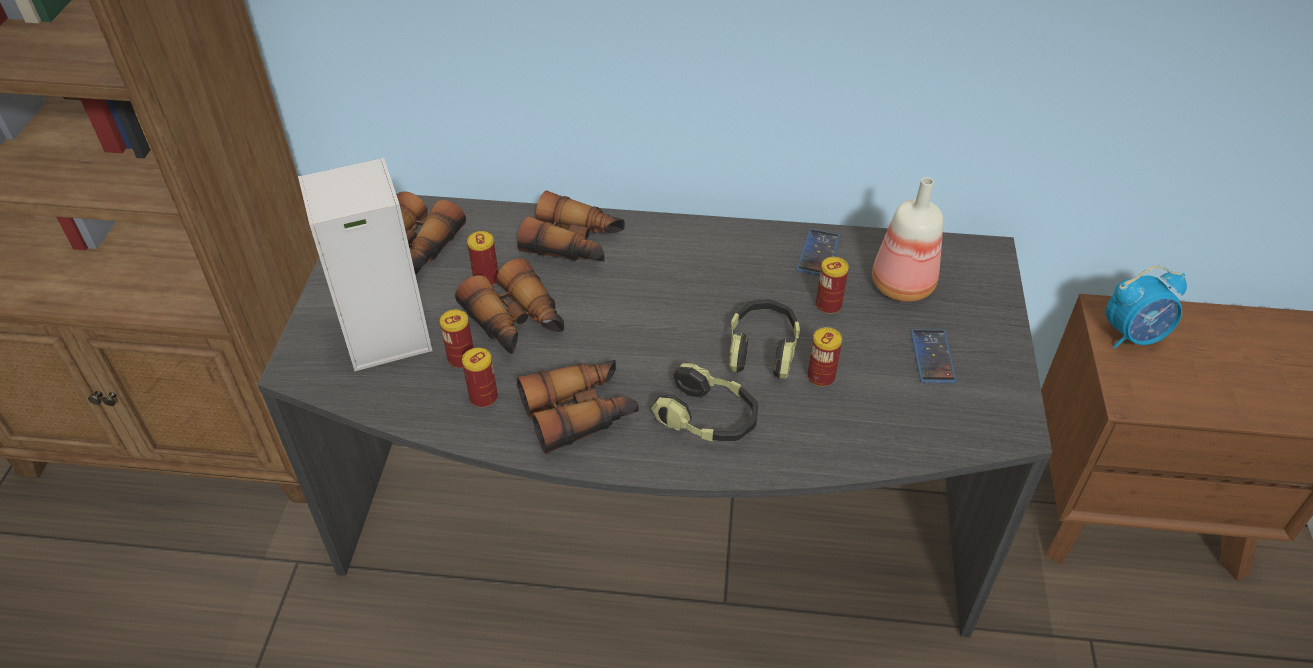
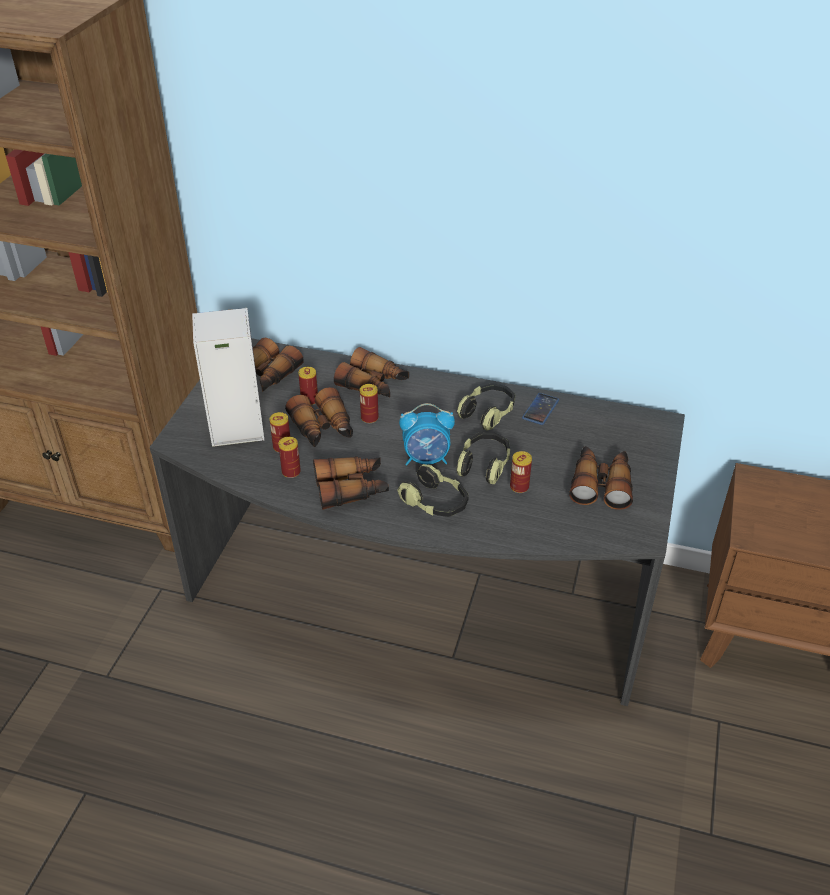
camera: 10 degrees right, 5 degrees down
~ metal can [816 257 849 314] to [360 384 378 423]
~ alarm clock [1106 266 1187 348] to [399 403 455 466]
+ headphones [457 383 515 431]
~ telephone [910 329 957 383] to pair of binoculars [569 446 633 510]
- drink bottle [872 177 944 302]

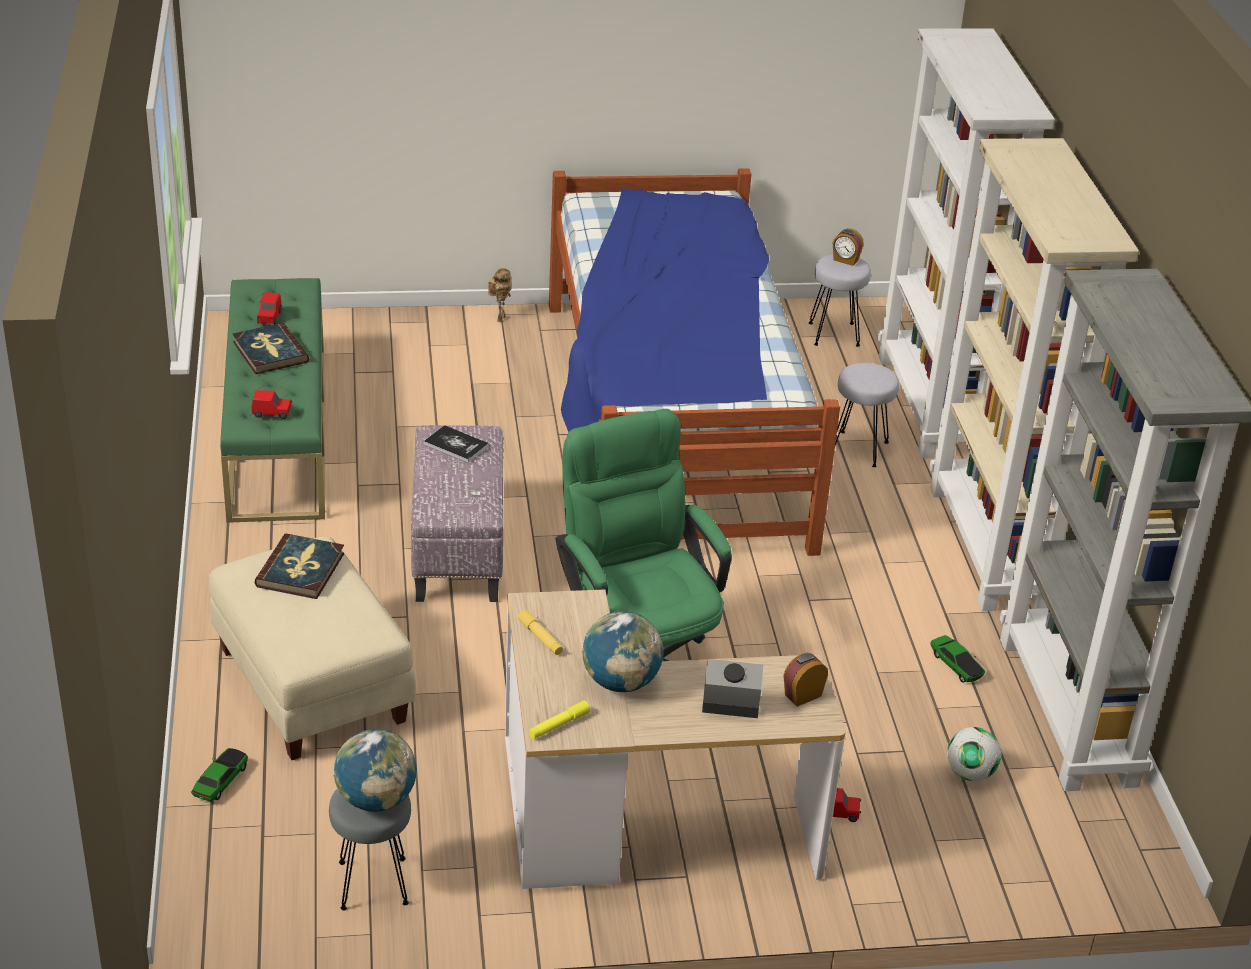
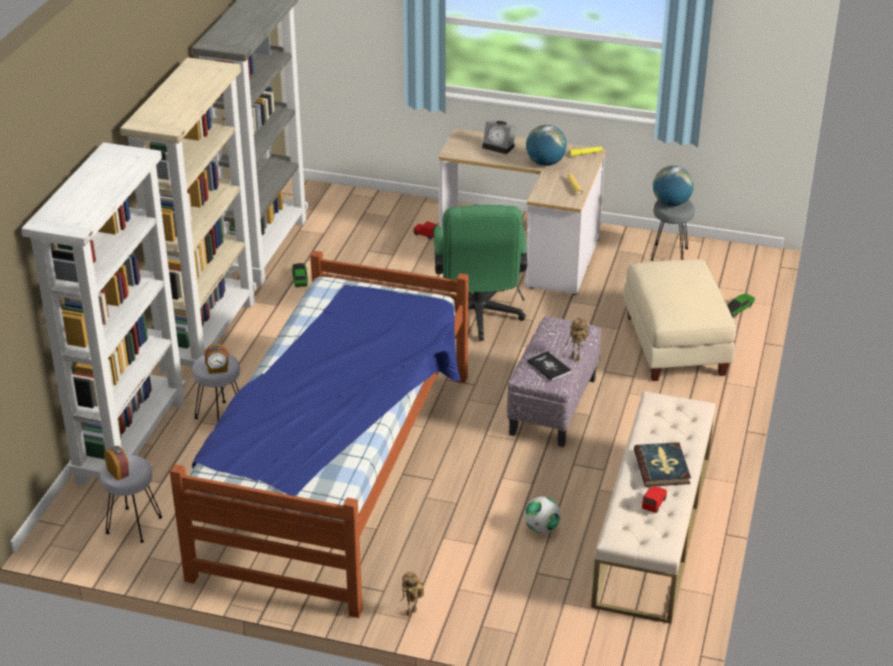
camera: 155 degrees left, 0 degrees up
~ alarm clock [783 653 828 707] to [204 344 229 374]
~ football [947 727 1001 781] to [524 496 561 534]
+ robot figure [566 318 589 361]
~ indoor bench (green-coloured) [220 278 325 523] to indoor bench (beige-coloured) [591 391 715 624]
- toy car (reddish) [252 390 292 419]
- volume [255 534 344 599]

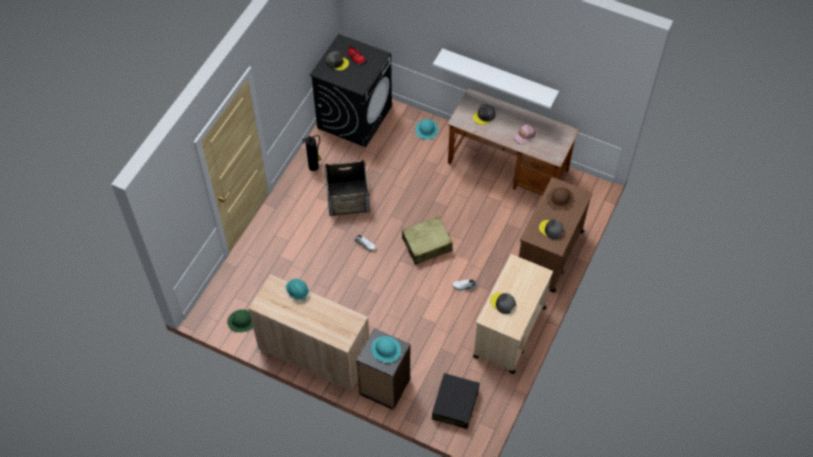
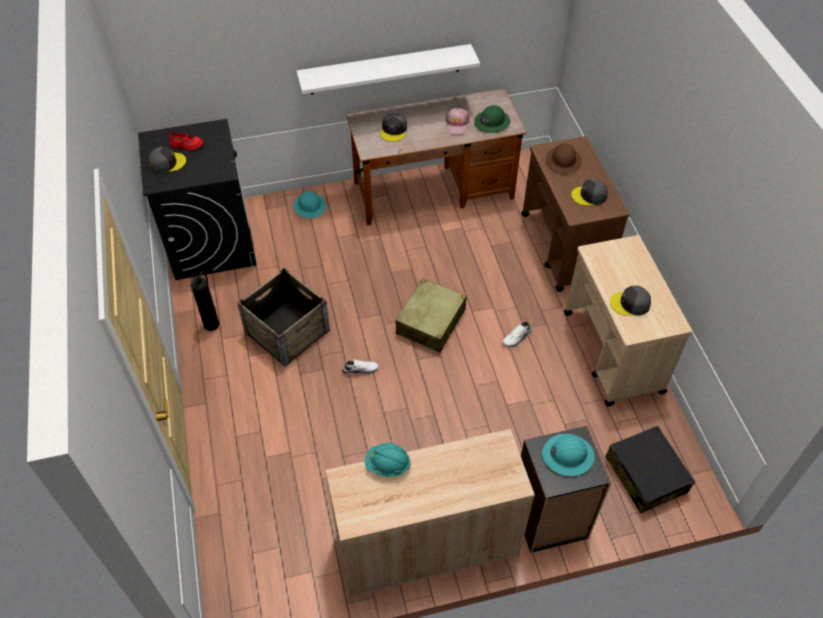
camera: 40 degrees left, 5 degrees down
~ hard hat (green-coloured) [227 309 253 332] to [474 105 510 133]

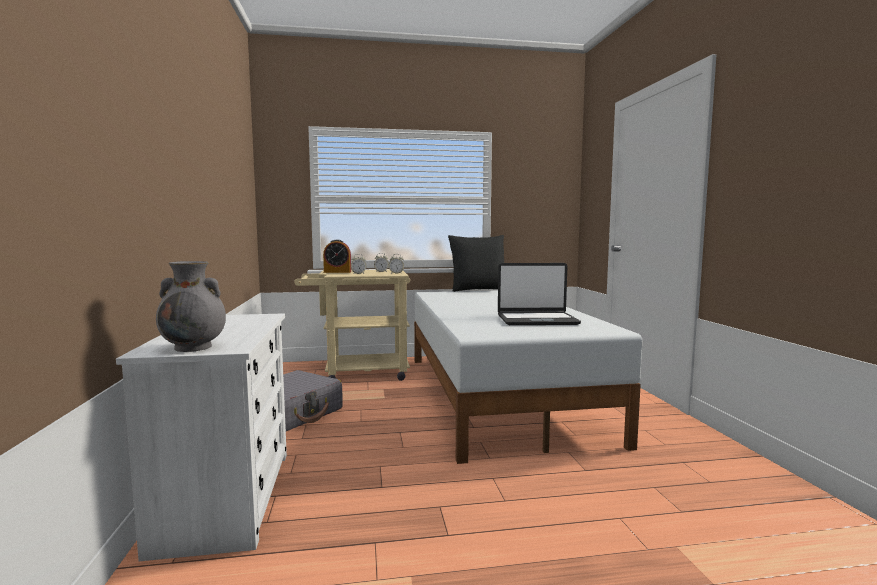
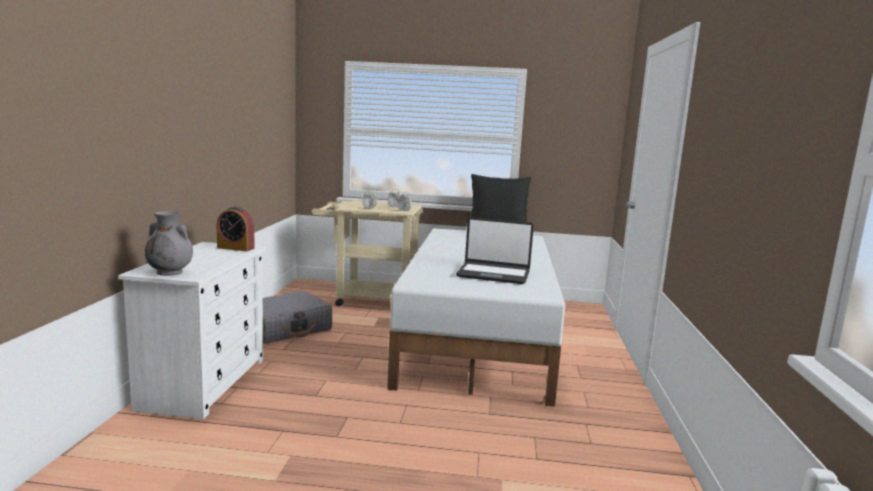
camera: 15 degrees right, 5 degrees up
~ alarm clock [323 240 351 273] to [216 206 255 251]

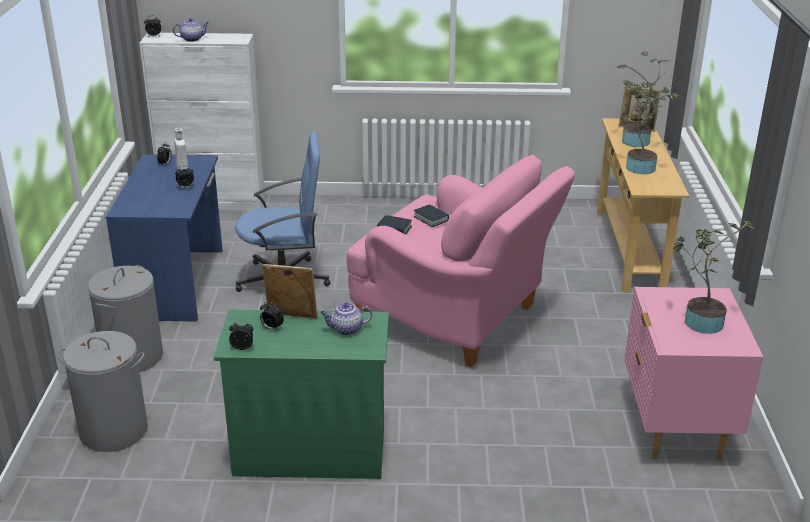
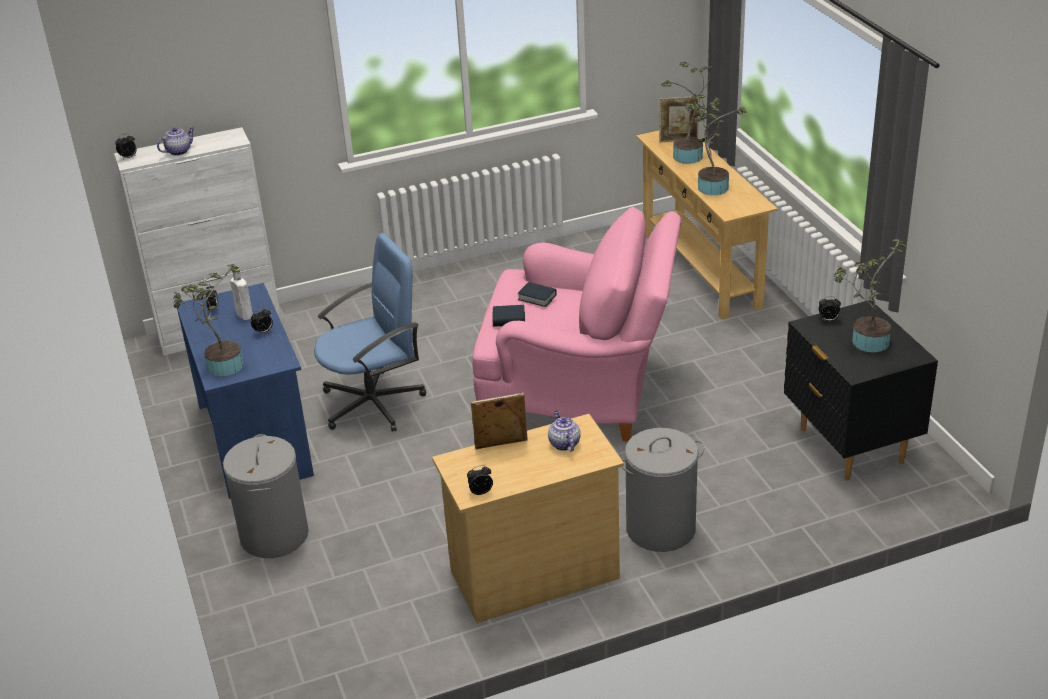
camera: 20 degrees left, 5 degrees up
+ houseplant [173 264 244 376]
~ chest of drawers (green-coloured) [214 310 389 479] to chest of drawers (beige-coloured) [432 414 624 623]
~ pot for tea [320 303 372 335] = [548 410 581 452] 105 degrees clockwise
~ laundry basket (grey) [58 331 148 452] to [622 428 704 552]
~ night table (pink) [624 287 763 460] to night table (black) [784 300 938 481]
~ alarm clock [260 302 284 330] to [819 296 841 321]

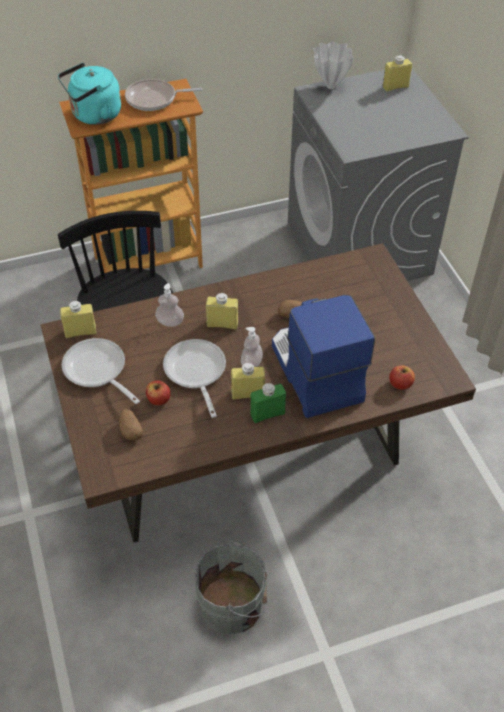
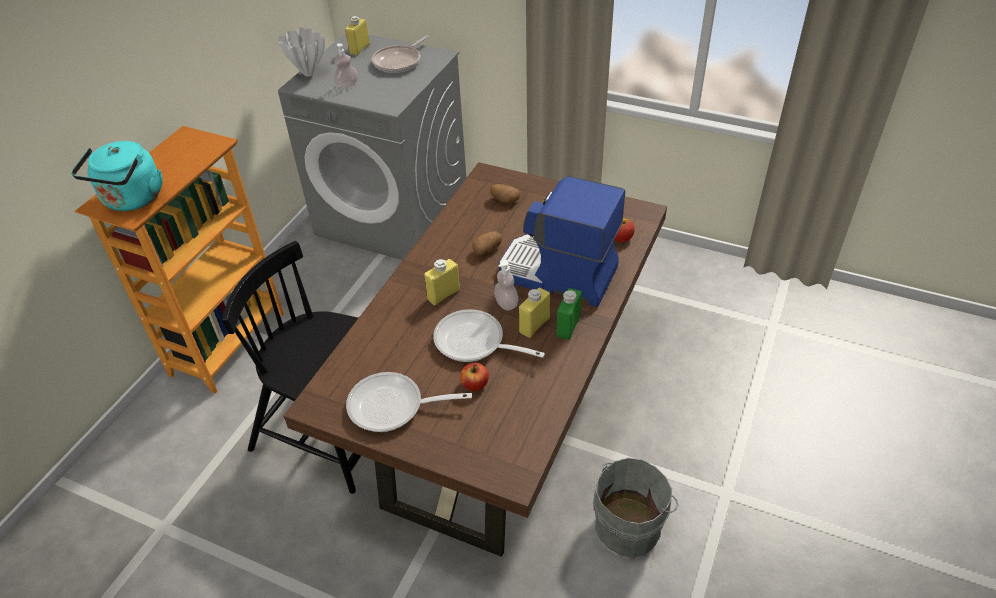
camera: 45 degrees left, 5 degrees down
~ liquid soap bottle [155 283 184 327] to [334 43 358 89]
~ pan [125 79 203 111] to [372 35 429 73]
~ whole potato [119 409 143 441] to [490 184 520 203]
- drink bottle (yellow) [60 301 96 338]

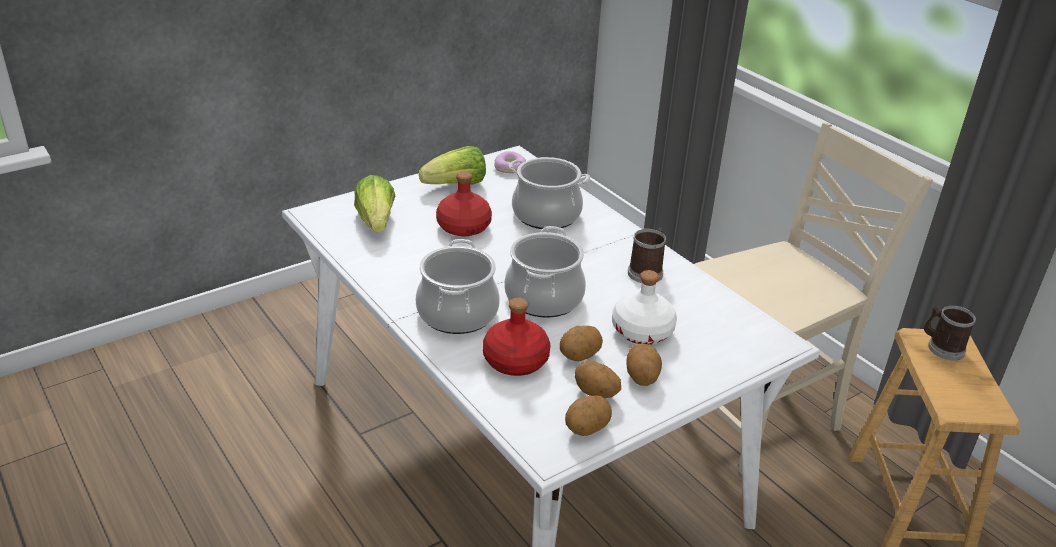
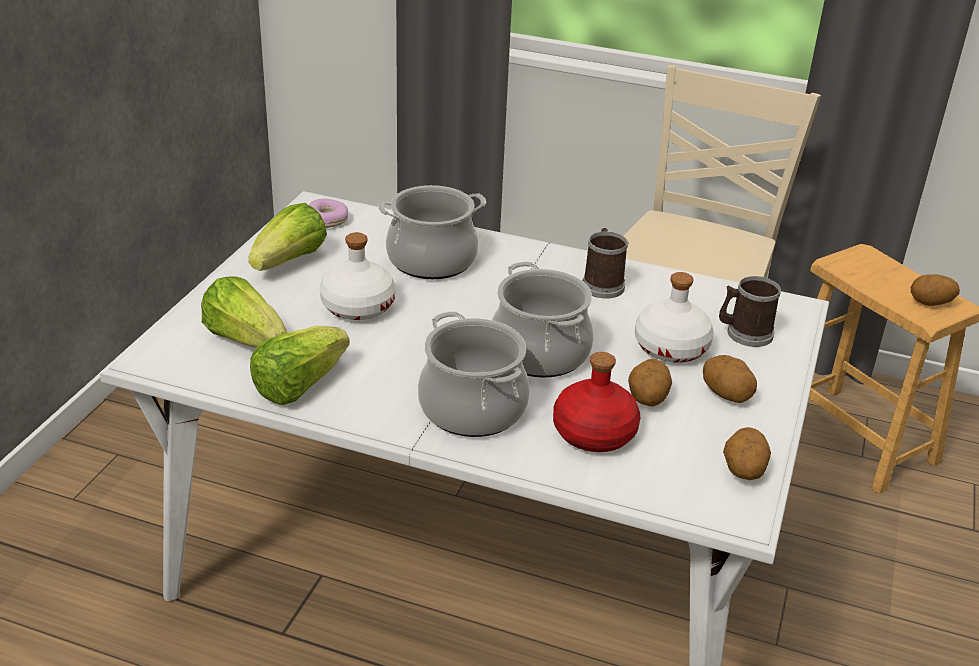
camera: 35 degrees left, 0 degrees up
+ lettuce head [250 326 350 405]
~ drink bottle (reddish) [436 171 492 236] to drink bottle (whitish) [320 232 396 320]
~ tea mug [924 306 976 360] to [719 276 781 347]
~ whole potato [575 361 621 398] to [911 274 960 306]

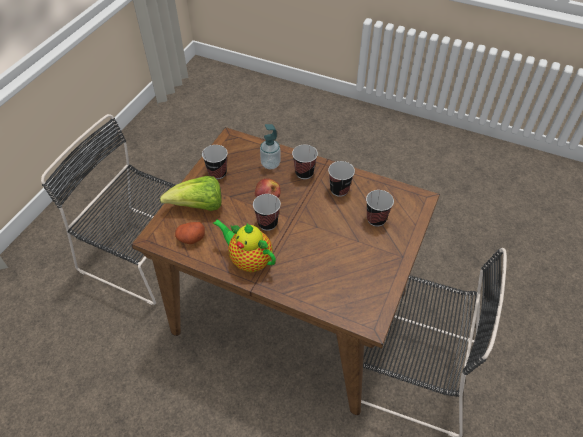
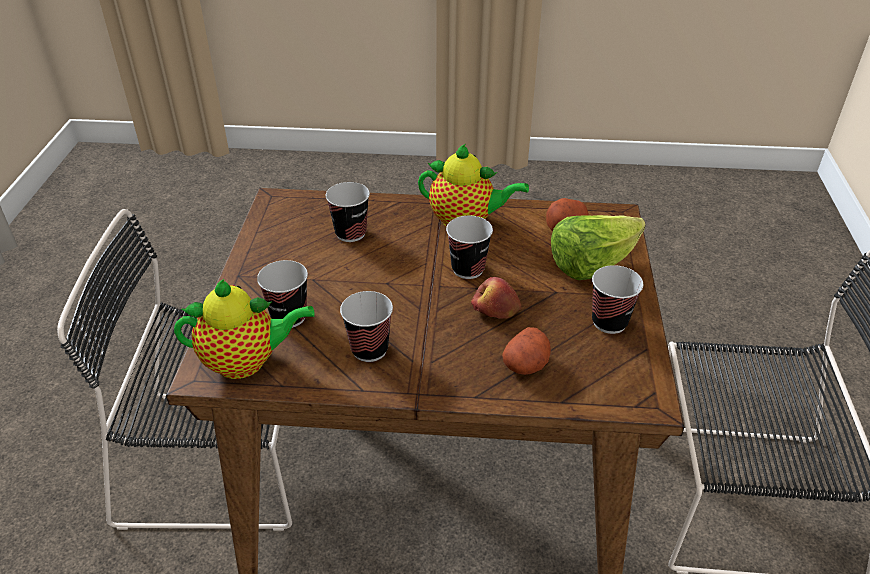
camera: 160 degrees right, 10 degrees down
+ pot for tea [174 279 315 379]
~ drinking cup [292 145 318 179] to [326 182 370 242]
~ liquid soap bottle [260 124 281 170] to whole potato [502 327 551 375]

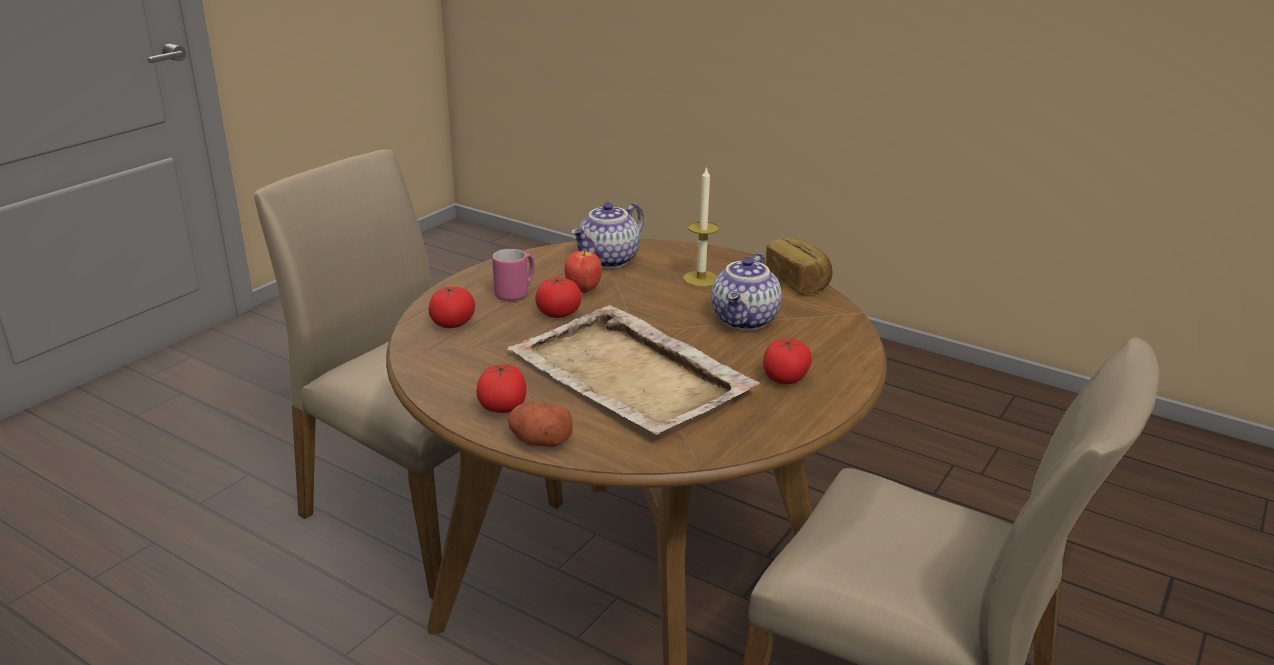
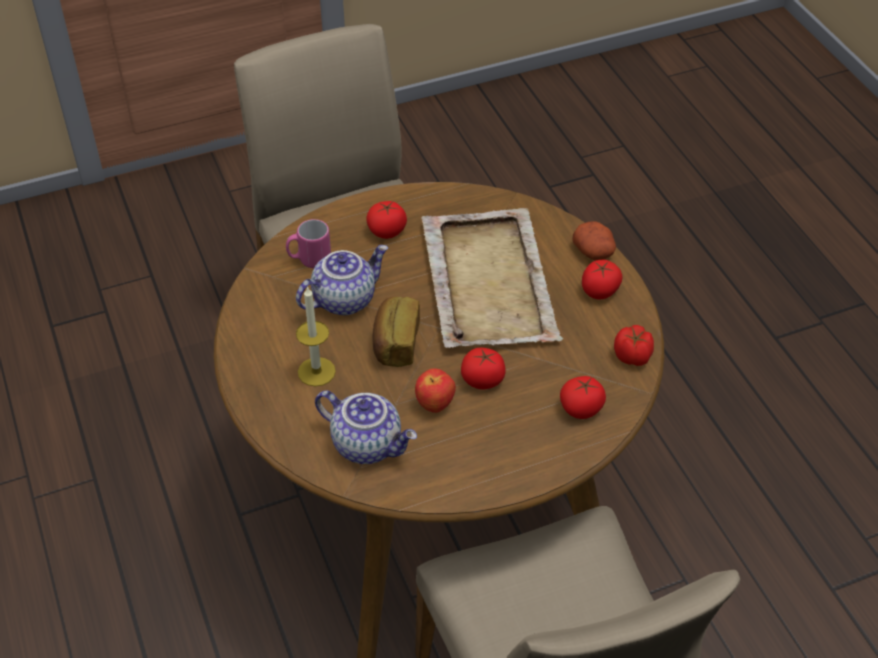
camera: 145 degrees left, 20 degrees up
~ tea mug (pink) [492 249 535 301] to [286 219 331 268]
~ pot for tea [571 202 644 269] = [315 390 417 464] 45 degrees clockwise
~ baked bread [766 238 833 294] to [373 297 420 367]
+ fresh tomato [614 325 654 366]

